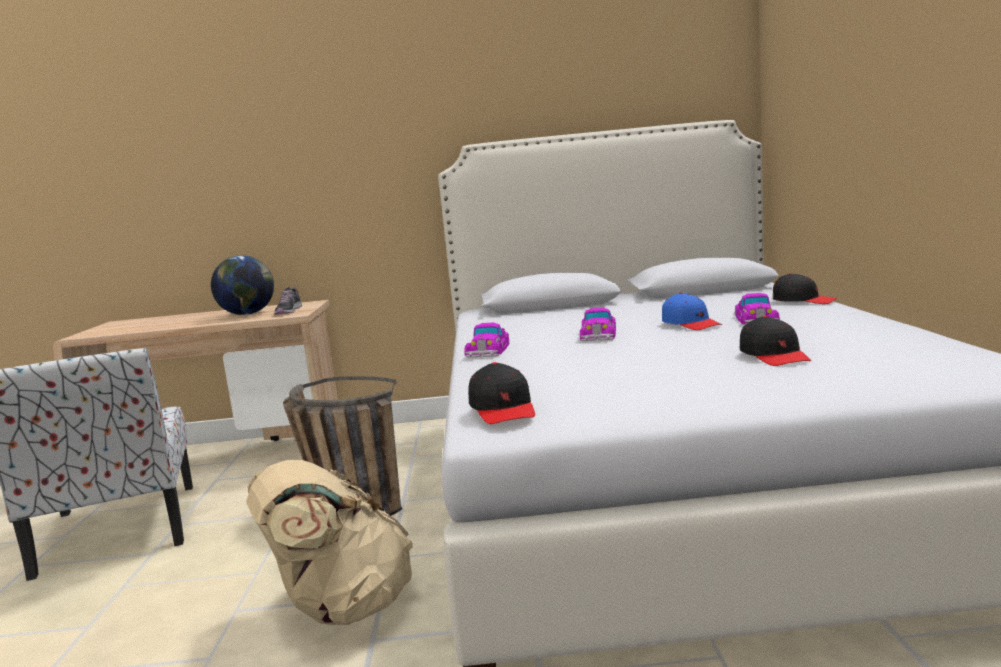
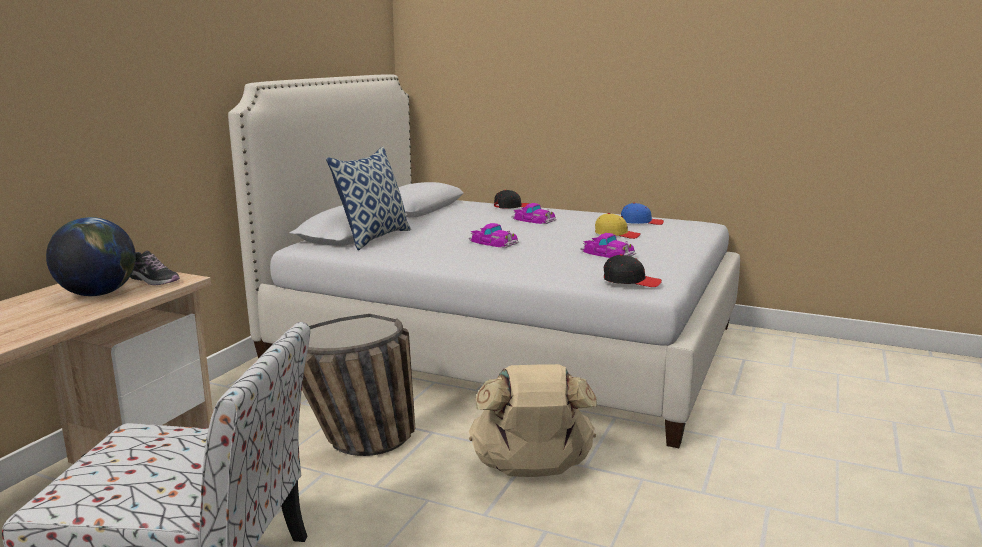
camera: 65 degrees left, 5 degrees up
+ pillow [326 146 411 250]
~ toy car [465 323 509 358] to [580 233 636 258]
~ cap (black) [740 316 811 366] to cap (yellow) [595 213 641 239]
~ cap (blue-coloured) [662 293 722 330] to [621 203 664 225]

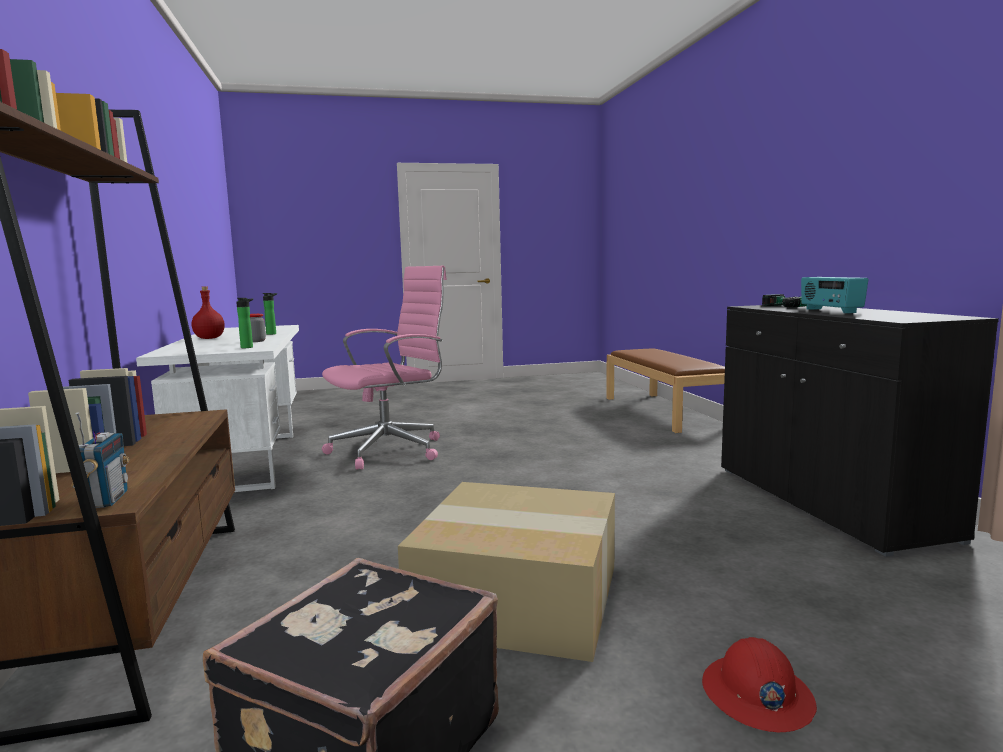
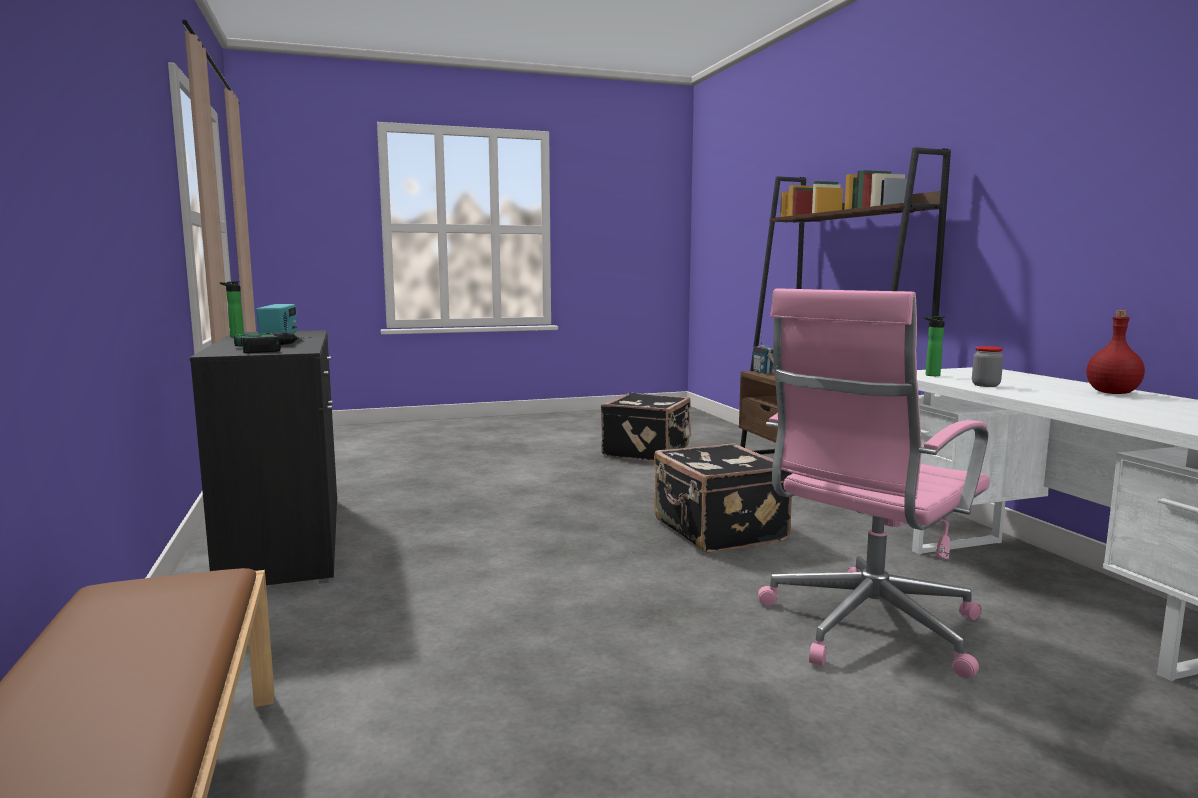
camera: 175 degrees right, 0 degrees up
~ drink bottle [263 293 277 335] to [220 281 244 338]
+ suitcase (black) [654 443 793 553]
- packing box [398 482 615 662]
- hard hat (reddish) [702 637 817 732]

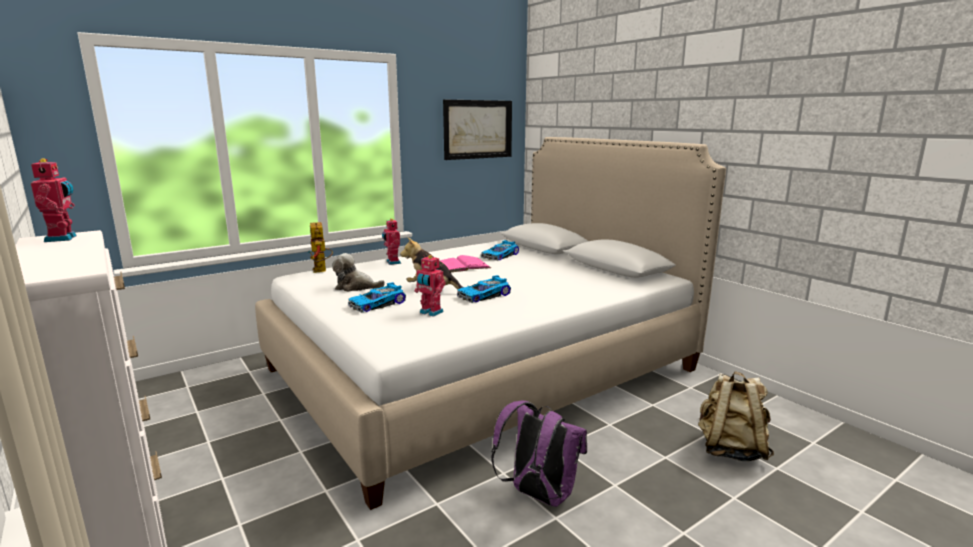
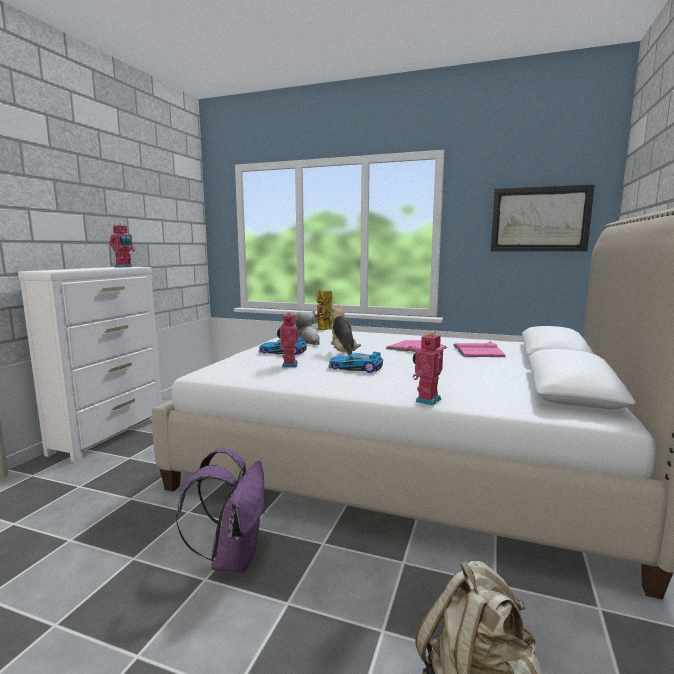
camera: 55 degrees right, 5 degrees down
~ robot figure [382 219 401 265] to [413 332 443 406]
~ toy car [481 240 519 261] to volume (pink) [453 341 506 357]

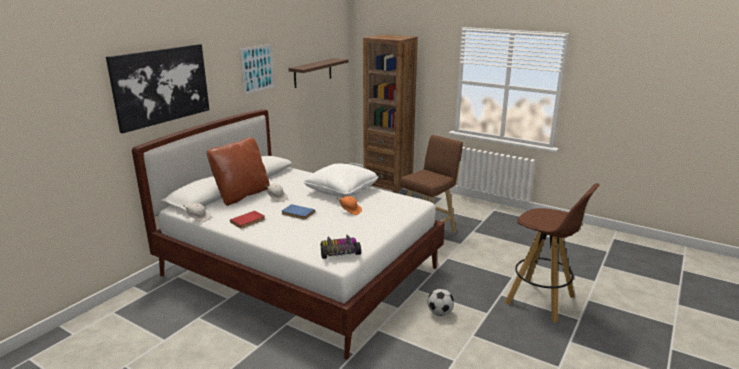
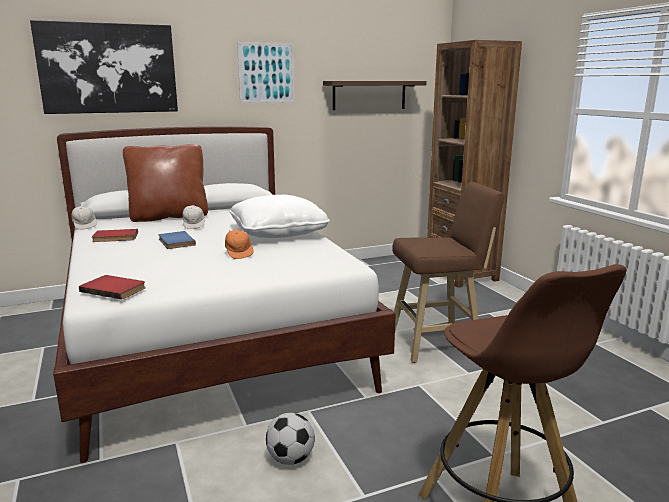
camera: 35 degrees right, 5 degrees down
~ toy car [321 235 361 259] to volume (reddish) [79 275 146 300]

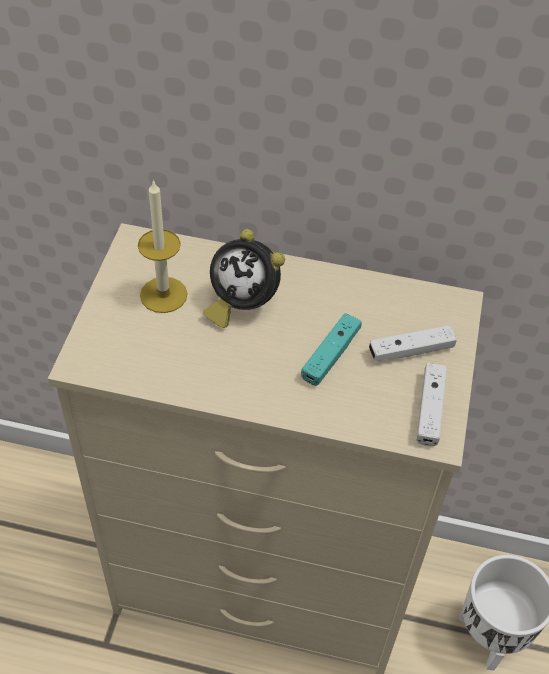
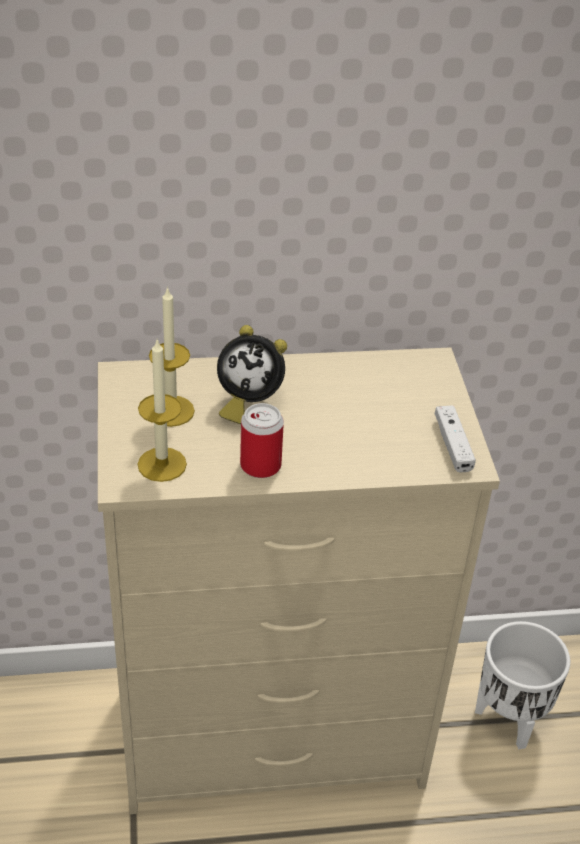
camera: 20 degrees left, 10 degrees down
+ wax light [138 340 187 482]
+ metal can [240 403 284 478]
- joypad (blue-green) [301 313 362 386]
- joypad (whitish) [369 325 457 362]

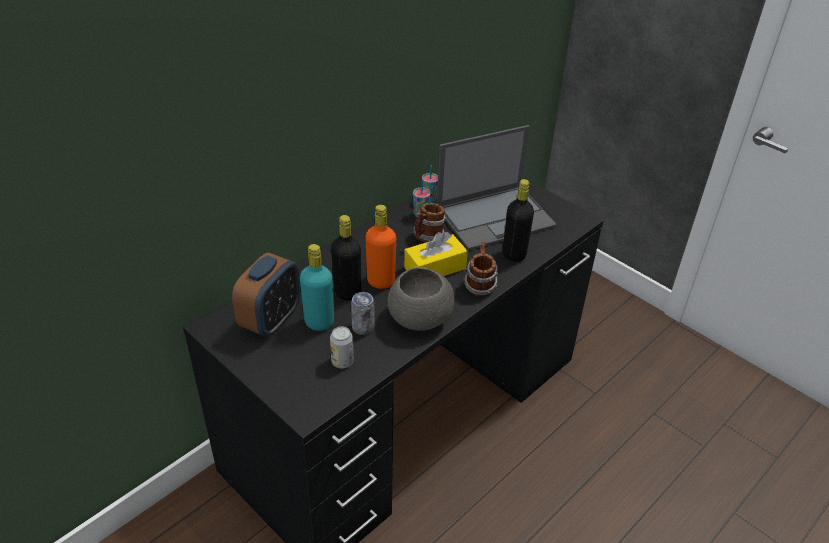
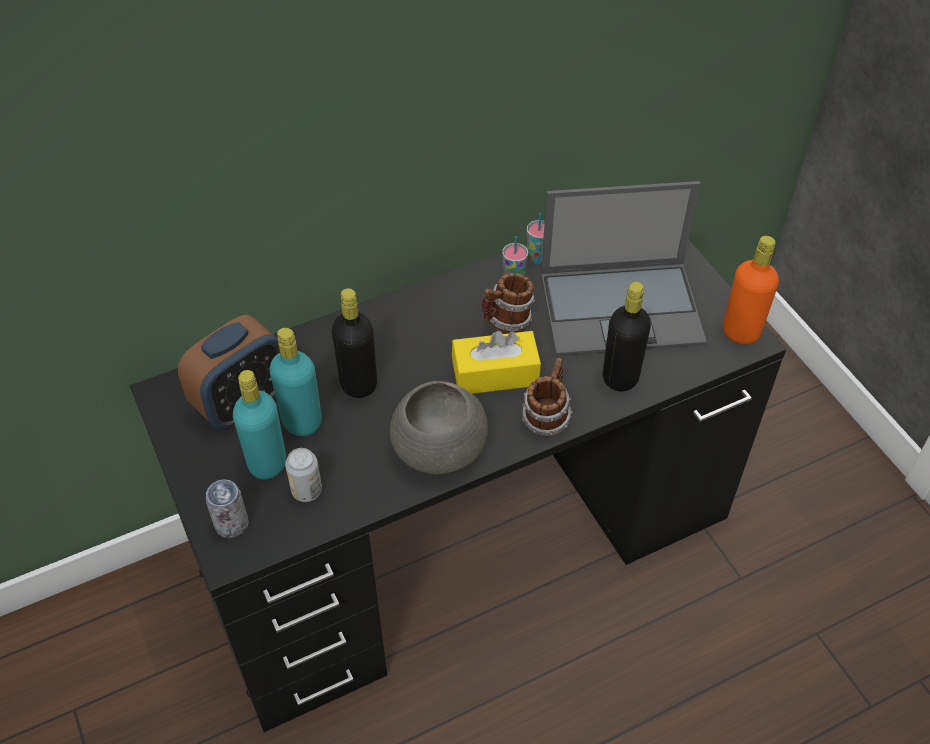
camera: 20 degrees right, 10 degrees up
~ metal can [351 292 375 335] to [206 479 249 538]
+ drink bottle (blue-green) [233 370 286 479]
~ drink bottle (orange) [365 205 396 289] to [723 236 779 344]

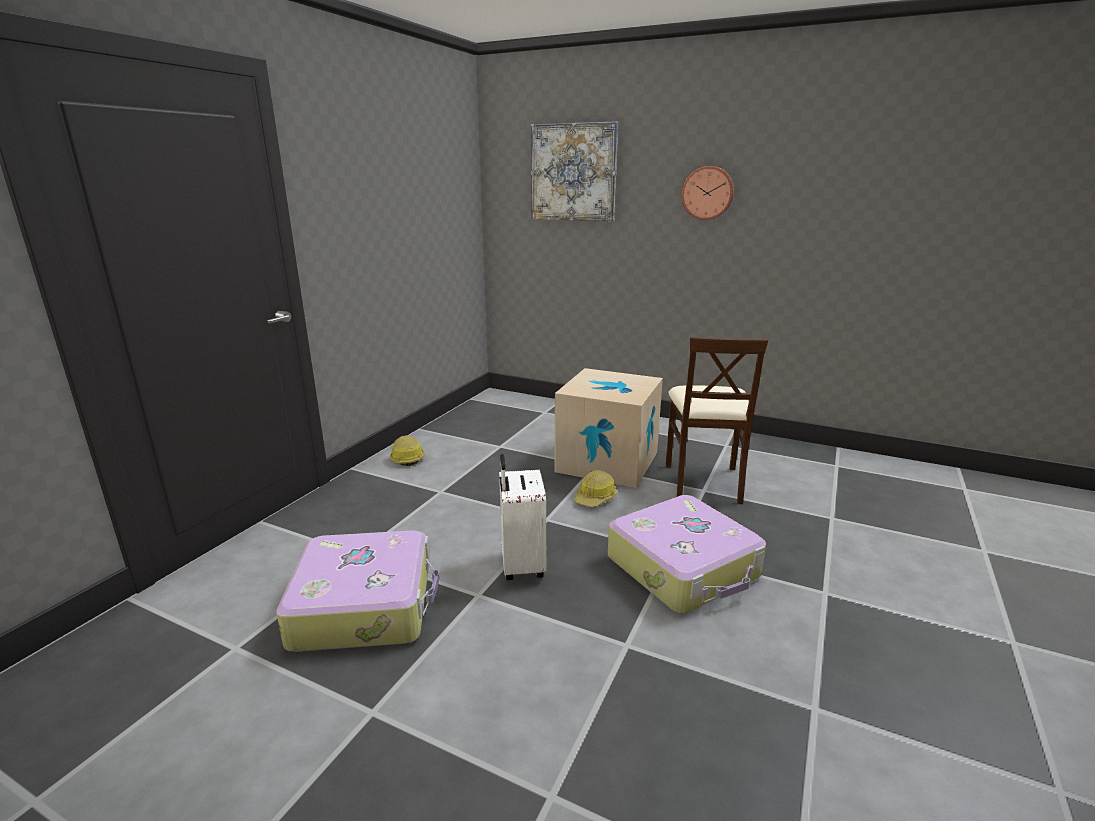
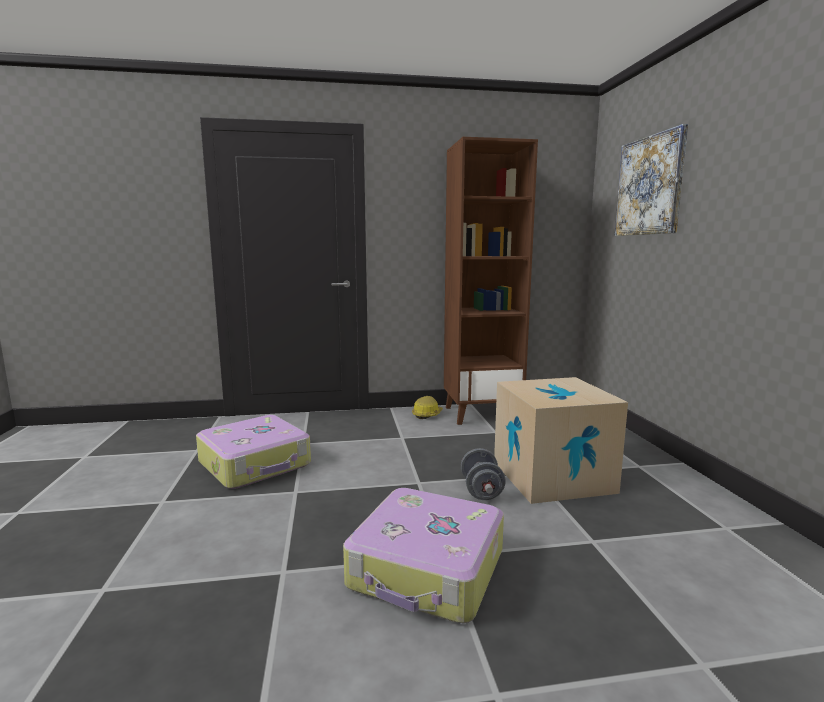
camera: 55 degrees right, 10 degrees down
+ shelving unit (brownish) [444 137 538 425]
~ hard hat [574 470 617 507] to free weight (grey) [461 448 506 500]
- suitcase (whitish) [499 454 546 580]
- chair (beige-coloured) [665 337 768 504]
- hanging clock [681 166 734 220]

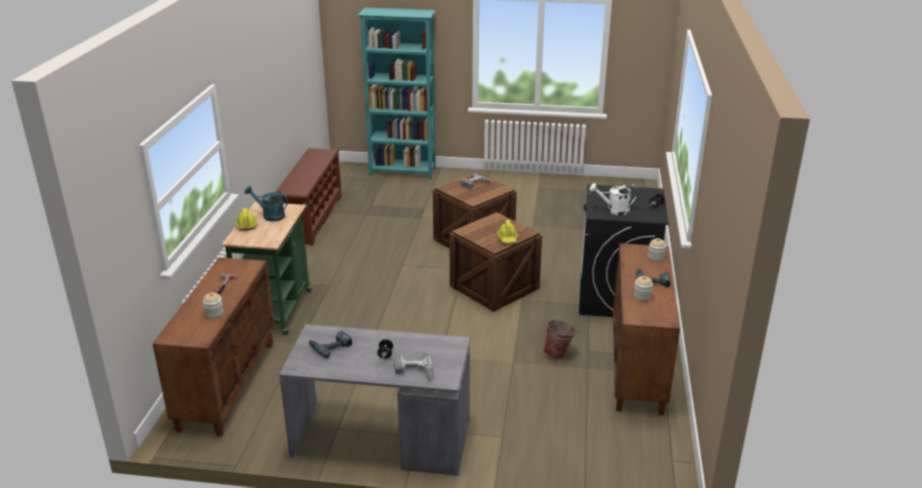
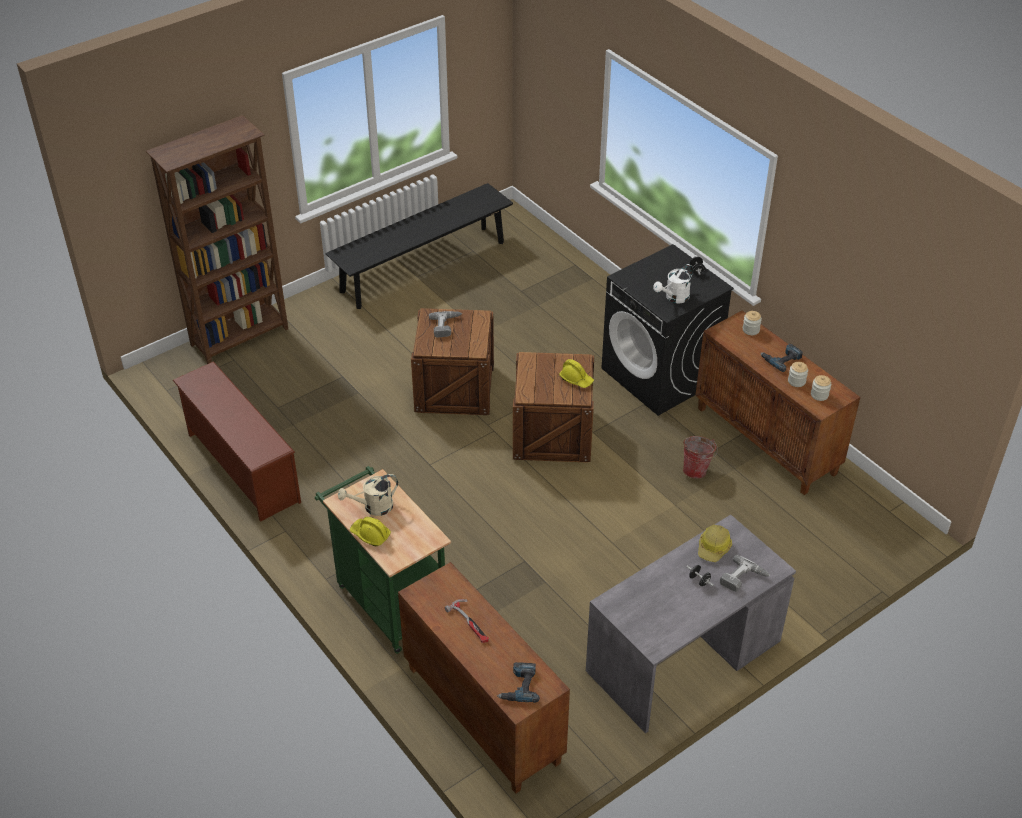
camera: 45 degrees left, 15 degrees up
~ shelving unit (blue-green) [357 8 436 179] to shelving unit (brownish) [146 115 288 364]
+ indoor bench (black) [325 183 513 309]
~ watering pot (blue-green) [245 186 288 221] to watering pot (beige-coloured) [338 474 398 516]
~ electric drill [308 331 352 358] to [497 662 540 703]
+ hard hat [698 525 732 562]
~ jar [203 293 223 318] to [811 375 831 401]

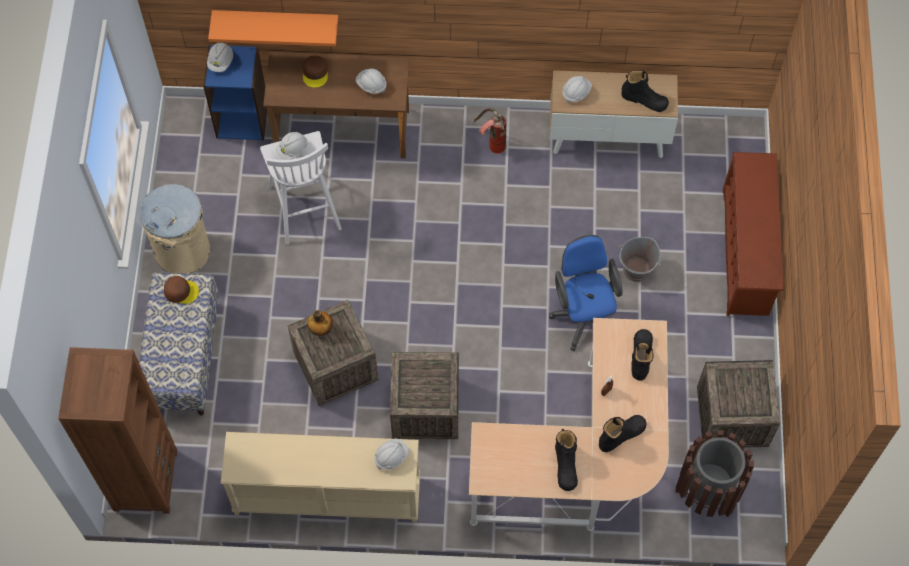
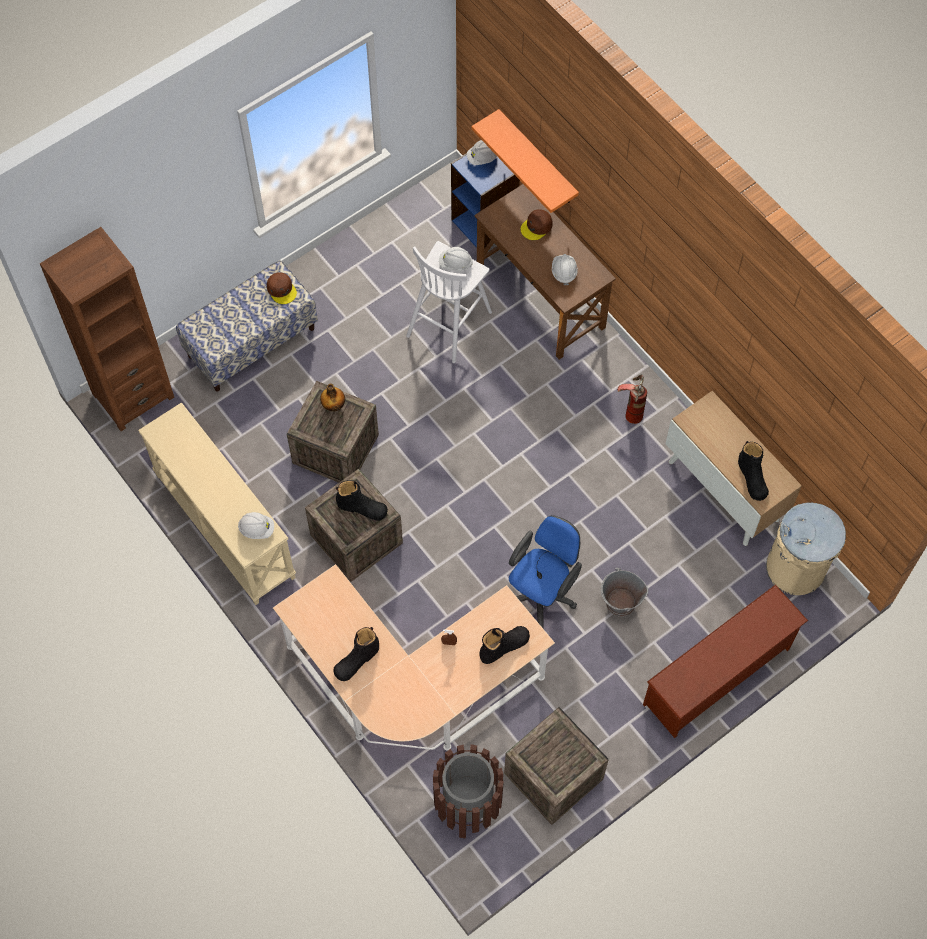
camera: 50 degrees right, 0 degrees up
~ high-top boot (black) [599 415 647 452] to [336 480 388 521]
~ waste bin (beige-coloured) [140 184 210 274] to [766 502 846 595]
- hard hat (whitish) [562 76 592 103]

